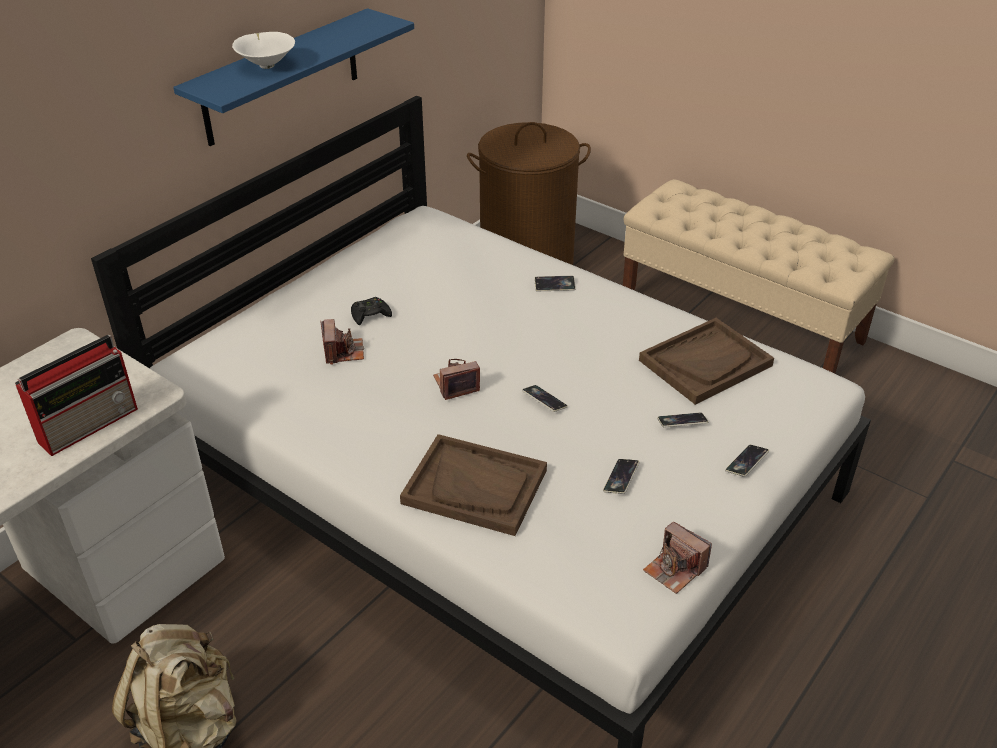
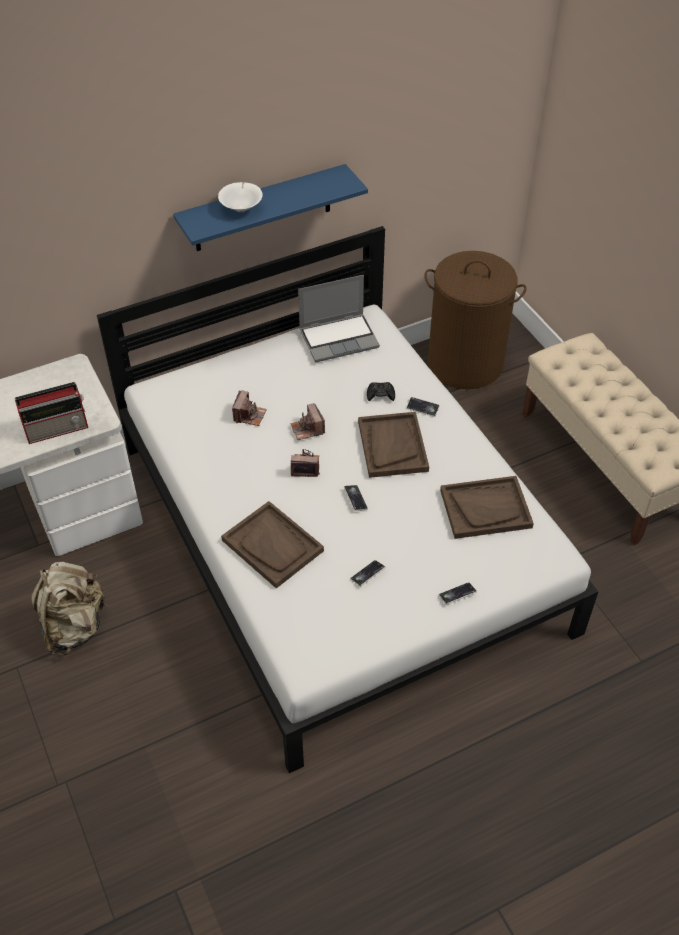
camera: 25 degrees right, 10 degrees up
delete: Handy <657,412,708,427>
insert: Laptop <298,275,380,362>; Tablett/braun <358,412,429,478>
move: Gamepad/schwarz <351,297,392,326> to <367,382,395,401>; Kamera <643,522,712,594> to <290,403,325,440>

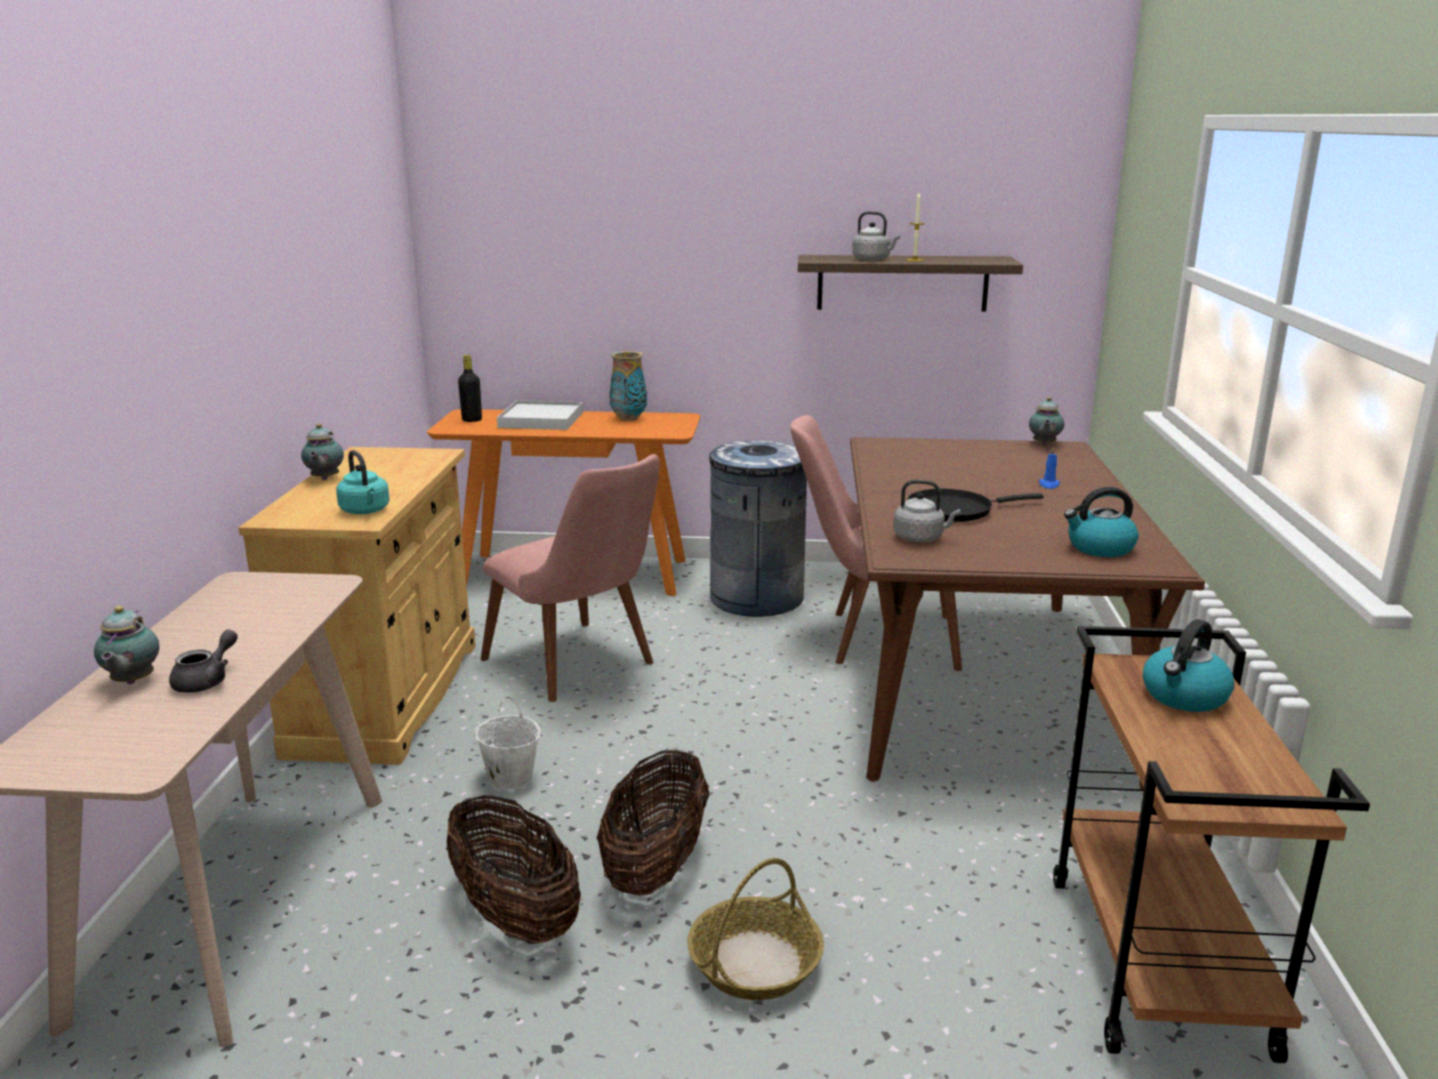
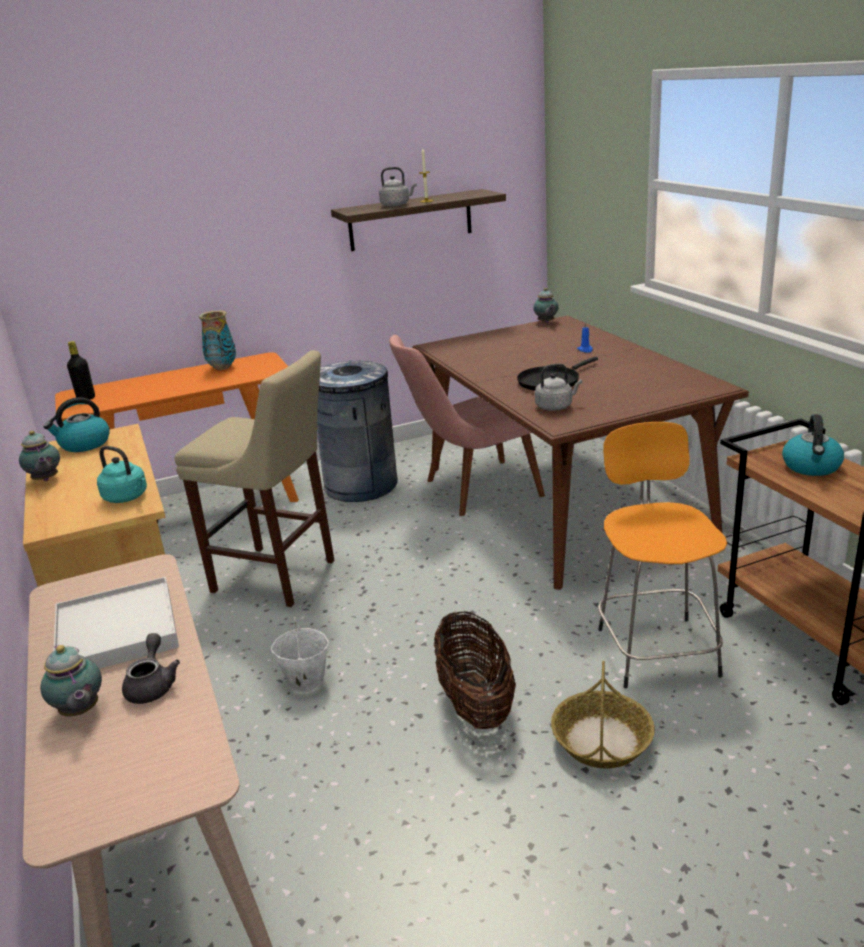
camera: 25 degrees left, 5 degrees up
delete: Korb <446,794,581,944>
insert: Hocker/orange <598,422,727,688>
move: Tablett/weiß <497,400,583,430> to <53,577,179,669>; Wasserkessel <1064,487,1139,557> to <44,397,110,452>
replace: Stuhl/rosa <480,454,660,702> to Hocker/beige <175,350,334,607>

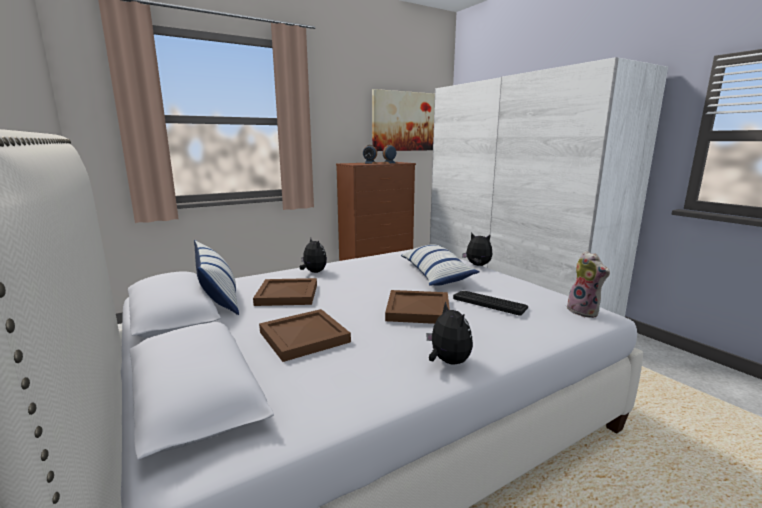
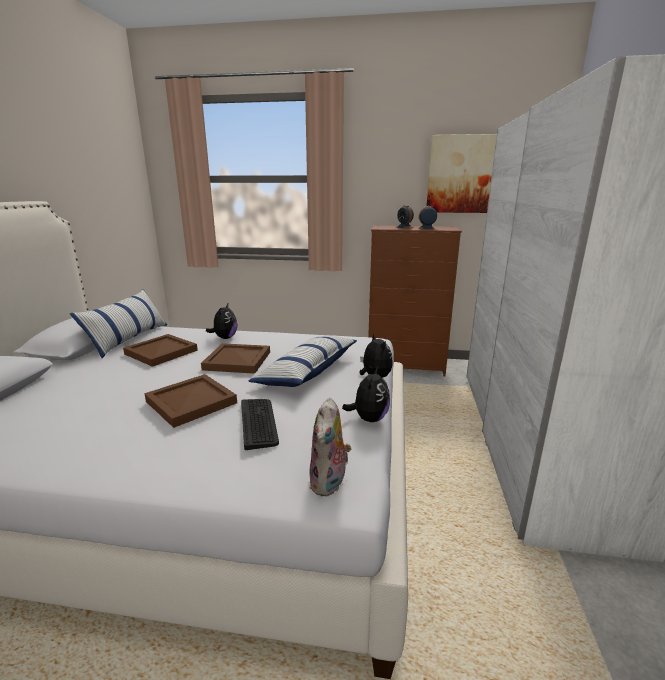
camera: 40 degrees right, 5 degrees up
move: Tablett/braun <259,309,351,362> to <201,343,270,374>; Plüschtier <426,301,473,365> to <342,367,390,422>

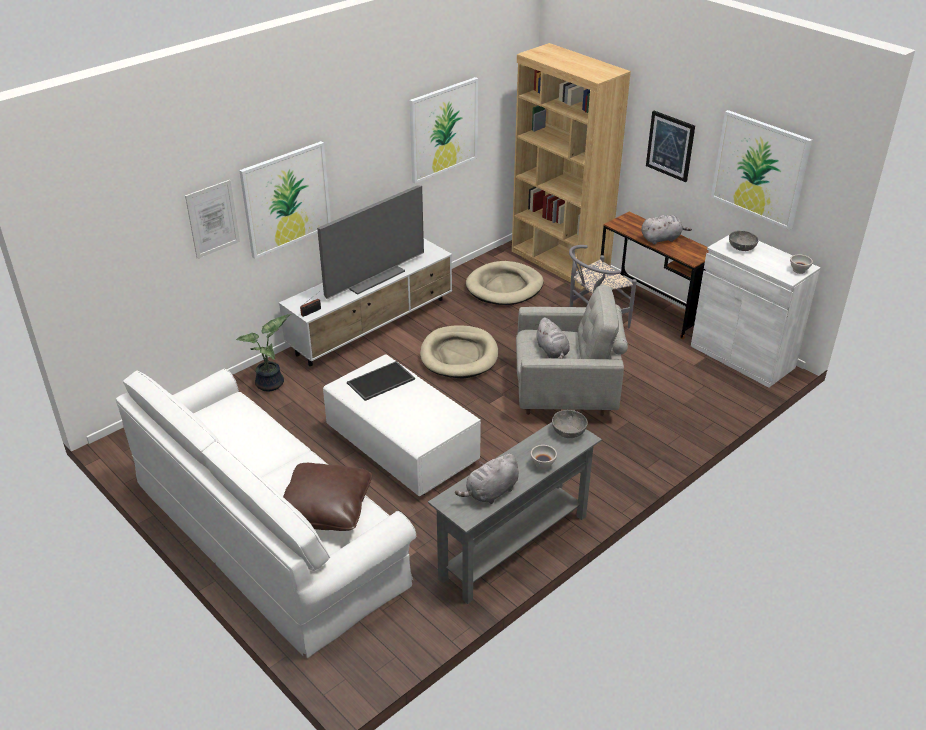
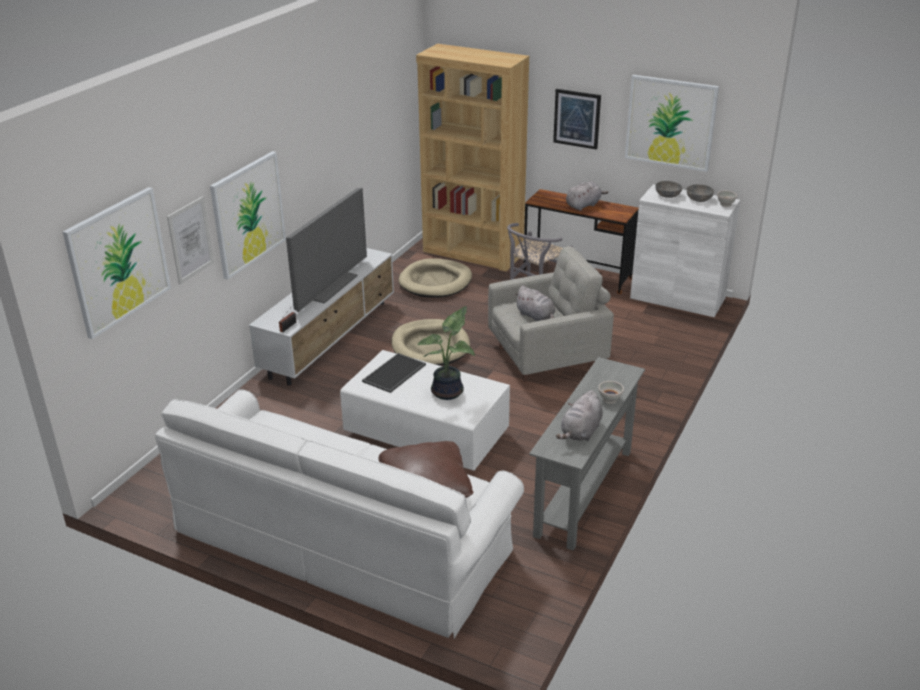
camera: 20 degrees left, 5 degrees down
move: Topfpflanze <236,314,291,392> to <418,306,475,400>; Bild <409,77,478,183> to <63,187,171,339>; Schüssel/grau <552,410,588,438> to <687,184,714,202>

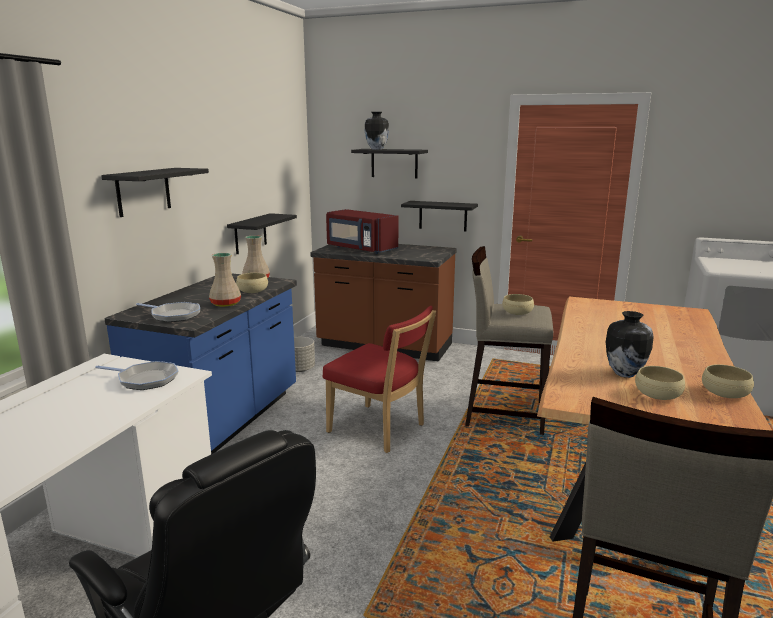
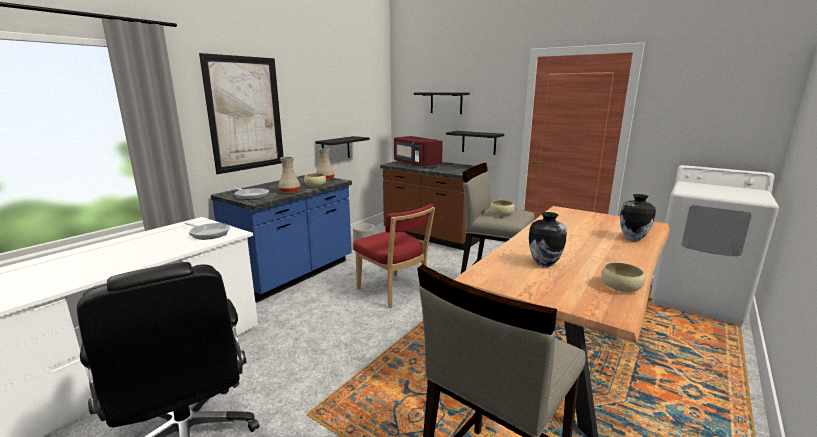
camera: 15 degrees right, 0 degrees up
delete: Schüssel/beige <635,366,685,400>
move: Vase <365,112,389,150> to <620,194,656,241>
replace: Wandregal/schwarz <101,168,209,217> to Bild <199,53,284,174>

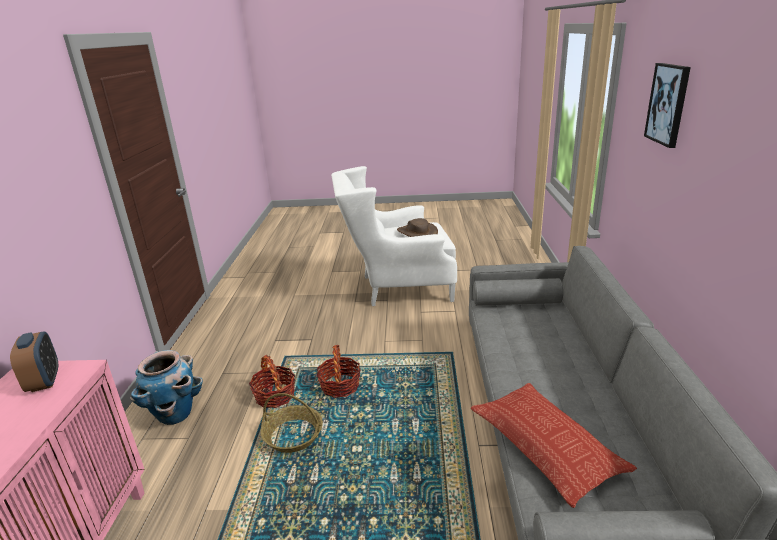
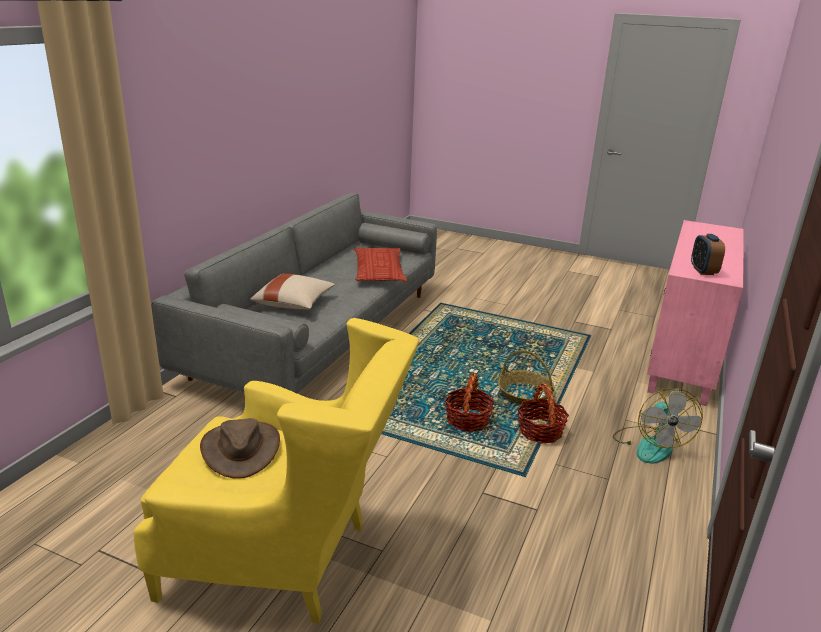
camera: 160 degrees left, 0 degrees up
delete: Bild <644,63,691,148>
insert: Kissen/beige <250,273,335,310>
replace: Pflanzkübel <130,350,203,425> to Ventilator <613,388,703,464>
recolor: Sessel/weiß <331,166,457,306> to Sessel/gelb <134,318,419,624>

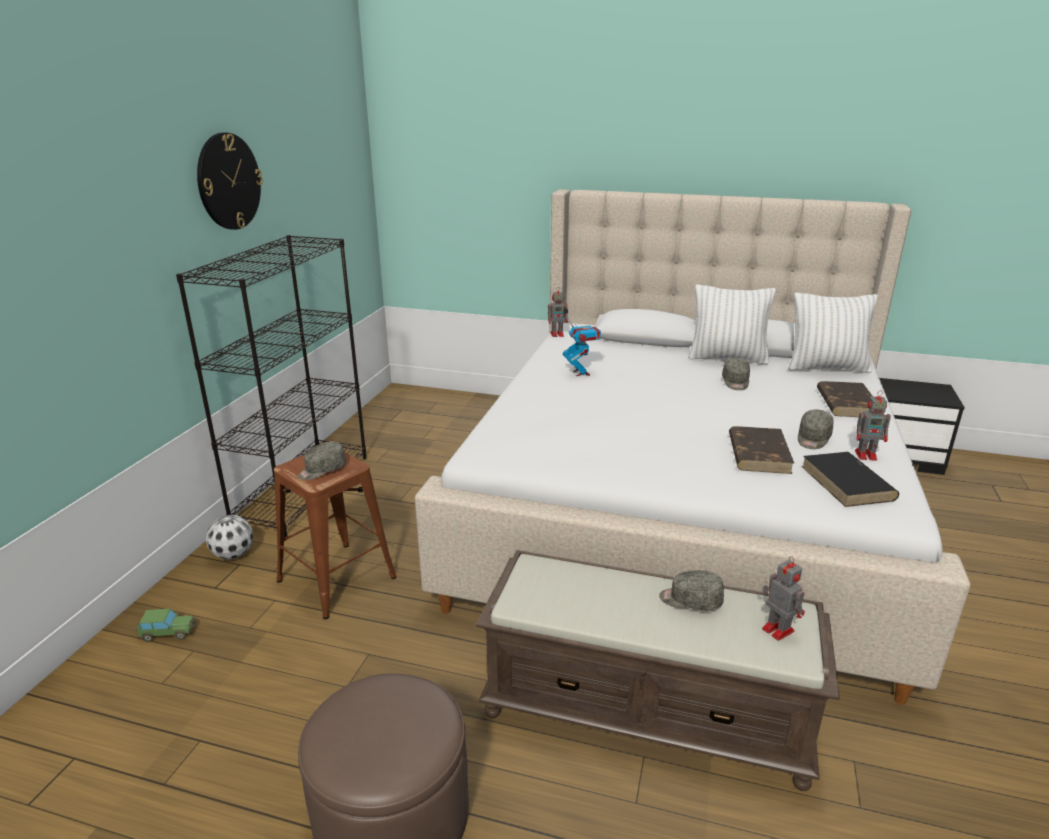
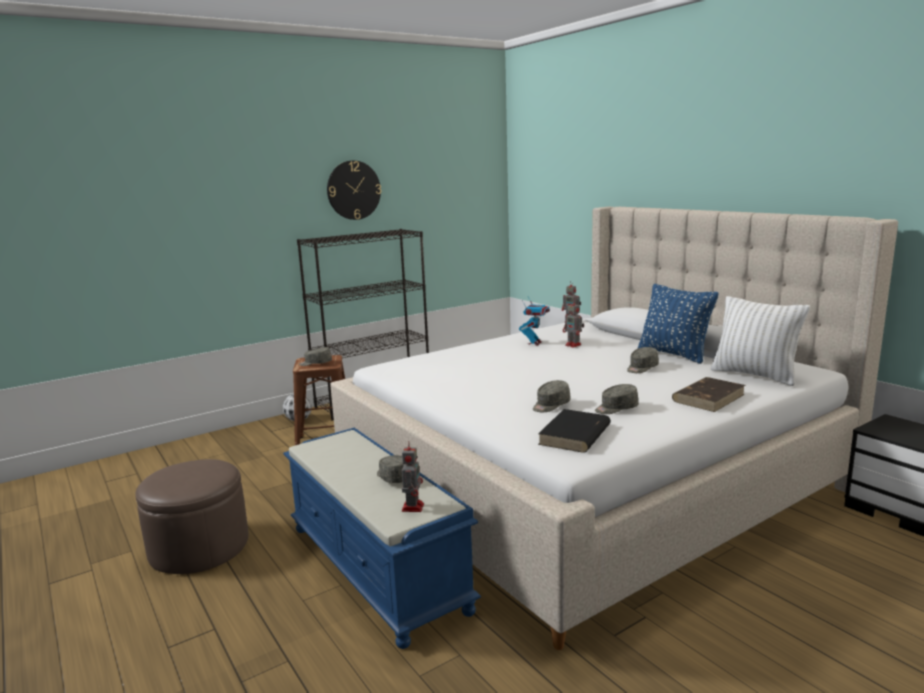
camera: 40 degrees right, 10 degrees down
delete: Spielzeugauto <136,609,196,642>
move: Spielzeugroboter <855,390,891,461> to <563,299,584,348>
replace: Buch/braun <729,426,794,474> to Kappe/grau <533,380,571,412>
recolor: Bank/braun <476,550,840,791> to Bank/blau <283,428,481,649>; Kissen/weiß <688,284,776,365> to Kissen/blau <638,284,718,364>

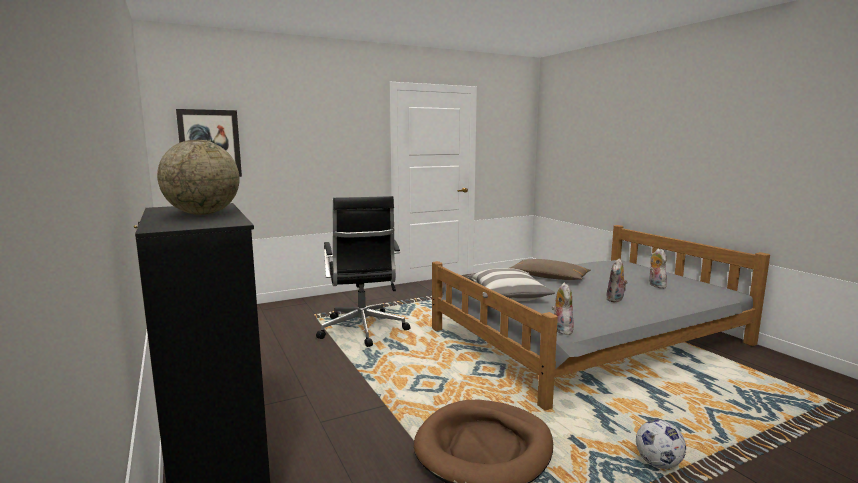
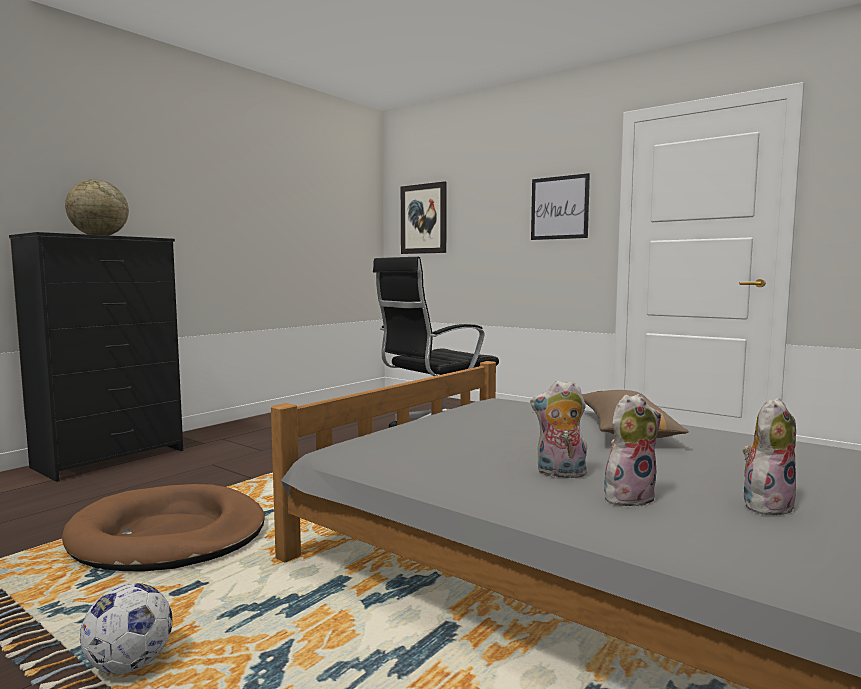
camera: 65 degrees right, 5 degrees down
delete: Kissen <467,268,555,302>
insert: Bild <531,173,590,240>
move: Plüschtier <552,282,574,335> to <604,394,661,506>

